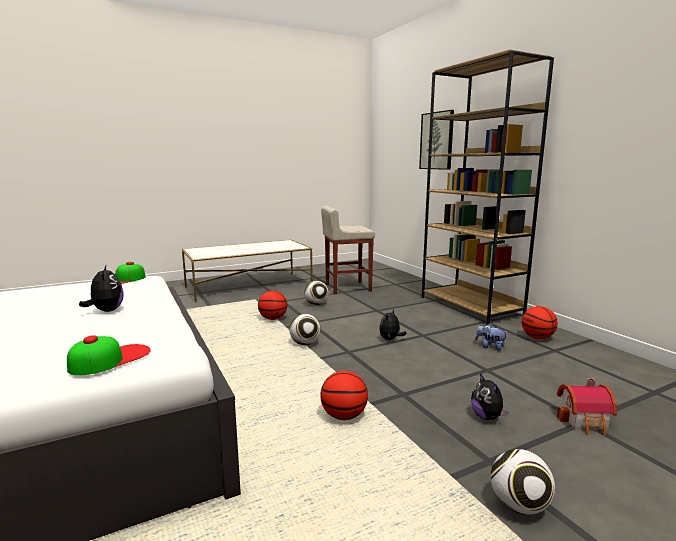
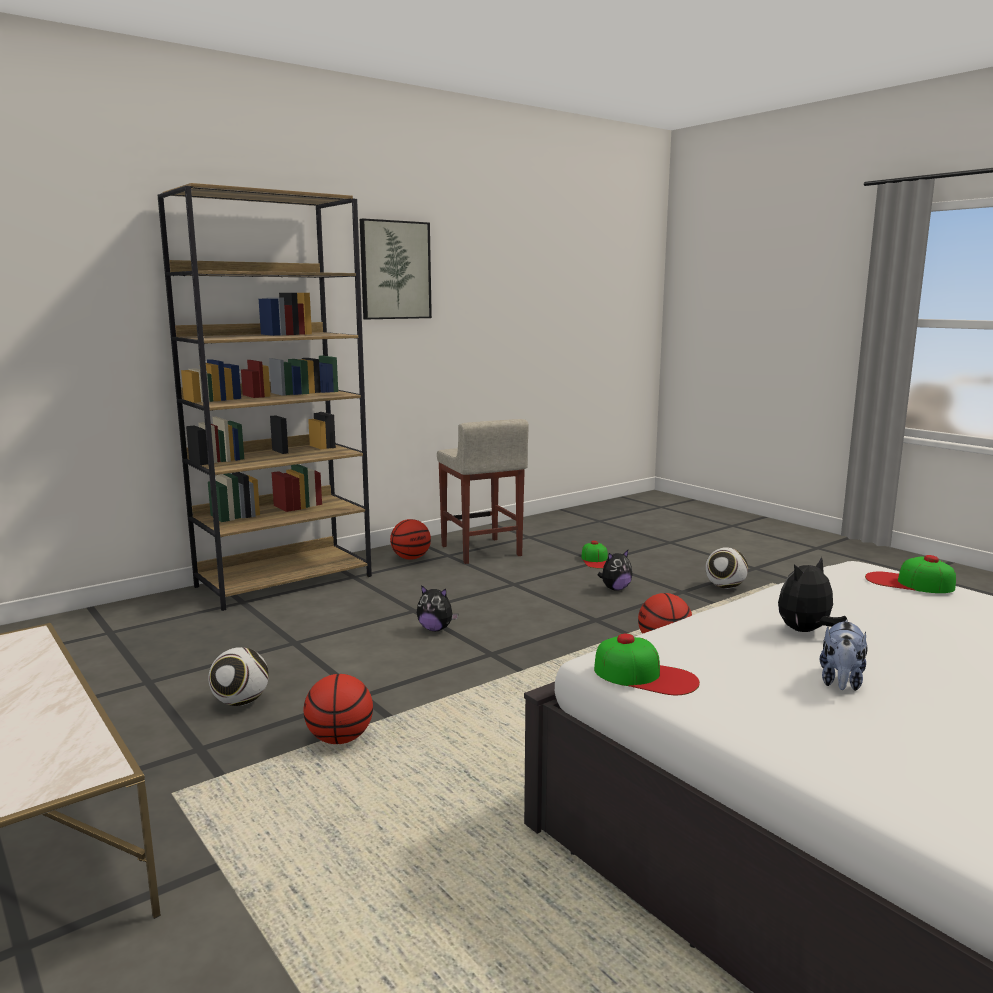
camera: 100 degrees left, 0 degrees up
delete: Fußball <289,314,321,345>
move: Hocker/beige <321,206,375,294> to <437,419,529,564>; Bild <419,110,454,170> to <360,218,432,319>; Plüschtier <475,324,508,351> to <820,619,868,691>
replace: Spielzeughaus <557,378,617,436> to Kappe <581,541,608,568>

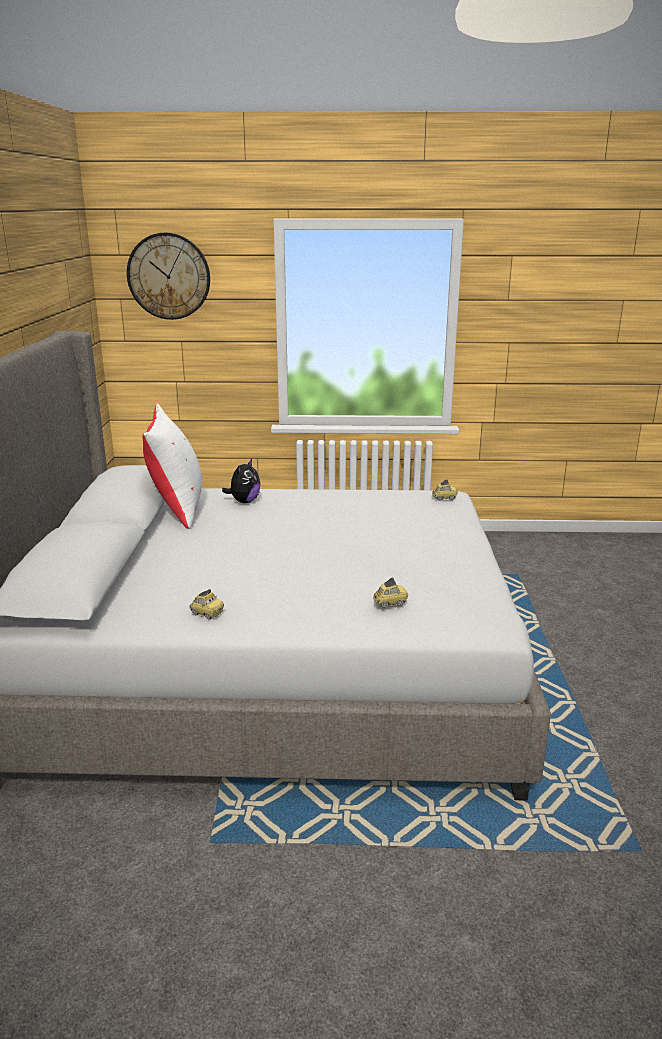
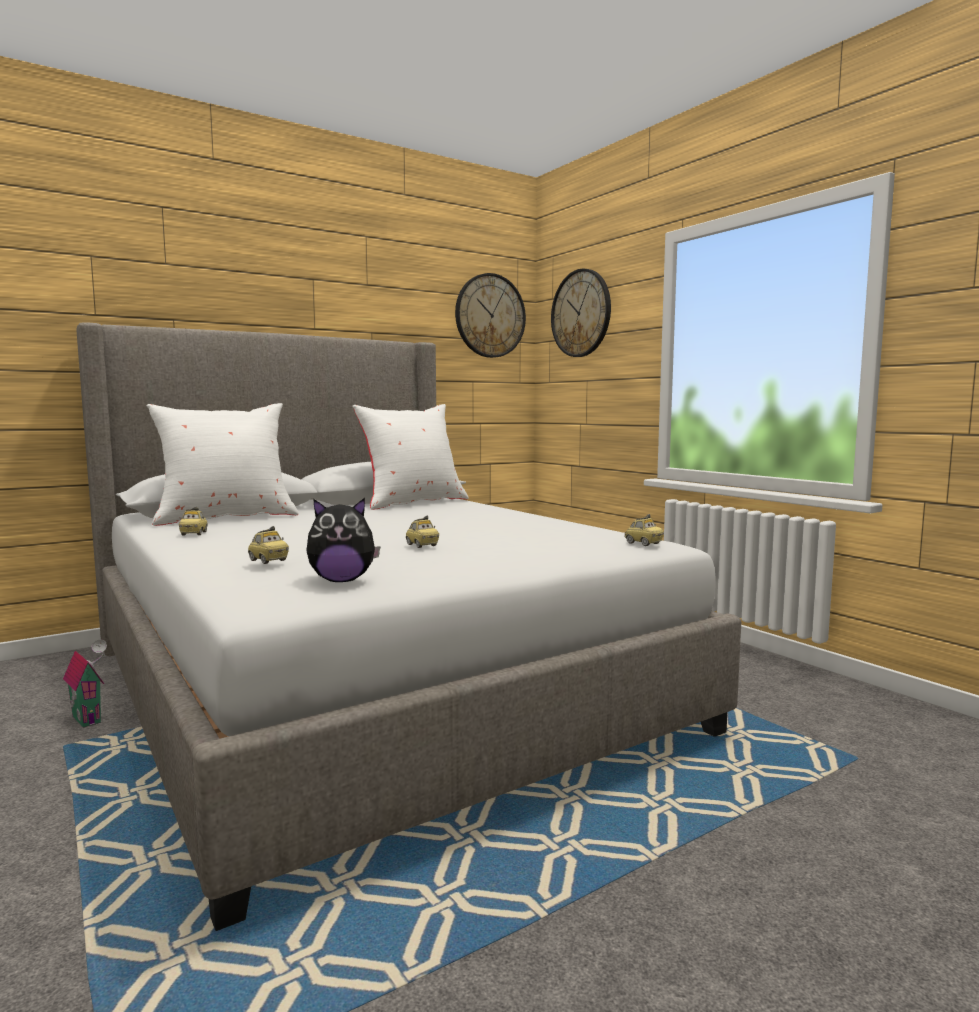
camera: 55 degrees right, 15 degrees down
insert: Spielzeughaus <63,639,107,728>; Kissen/weiß <146,403,299,526>; Spielzeugauto <406,516,439,548>; Wanduhr <455,273,526,358>
move: Plüschtier <222,459,260,503> to <306,498,380,582>

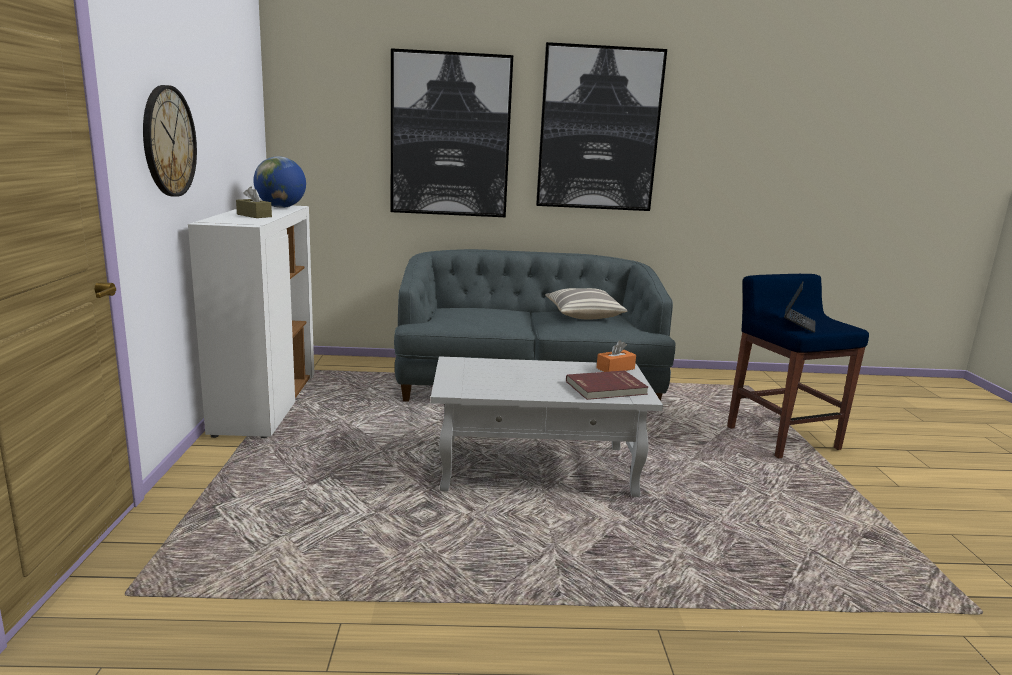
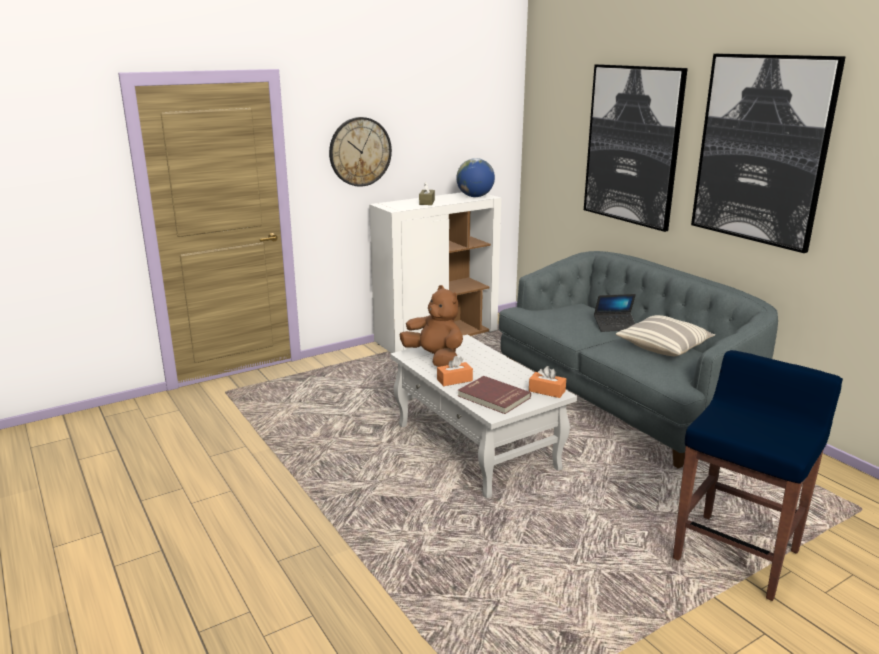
camera: 60 degrees right, 5 degrees up
insert: Plüschtier/braun <400,285,463,367>; Taschentuchbox/orange <437,356,473,386>
move: Laptop <784,282,816,333> to <594,294,636,332>

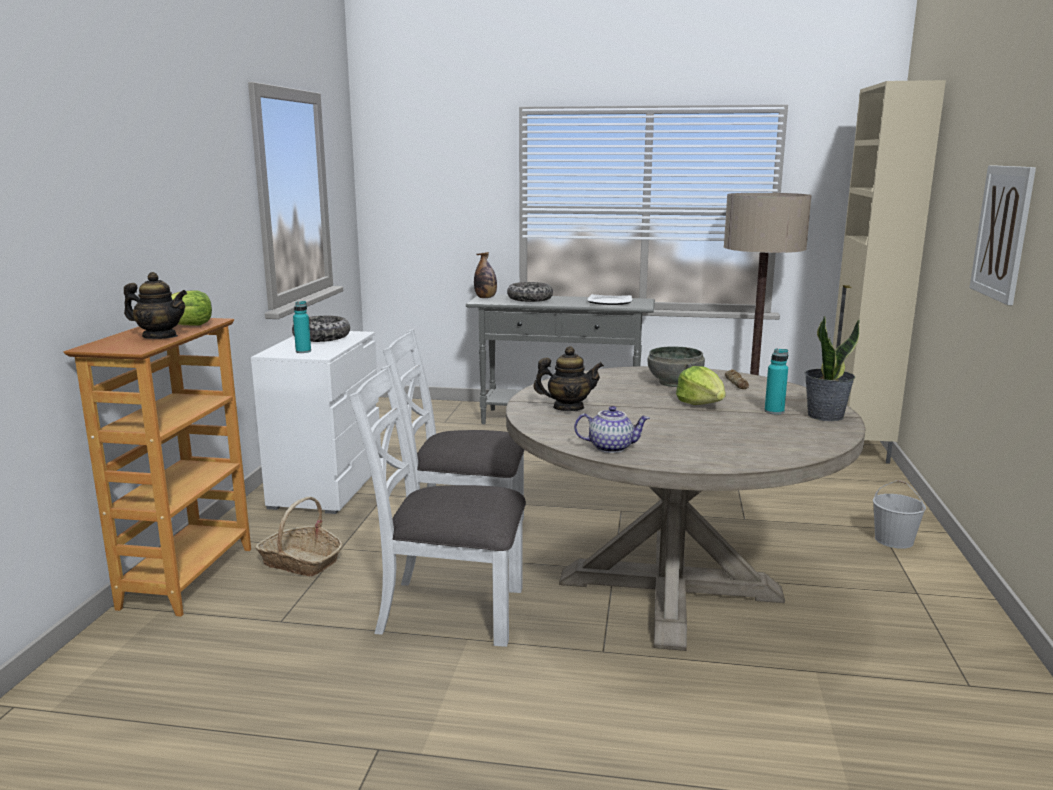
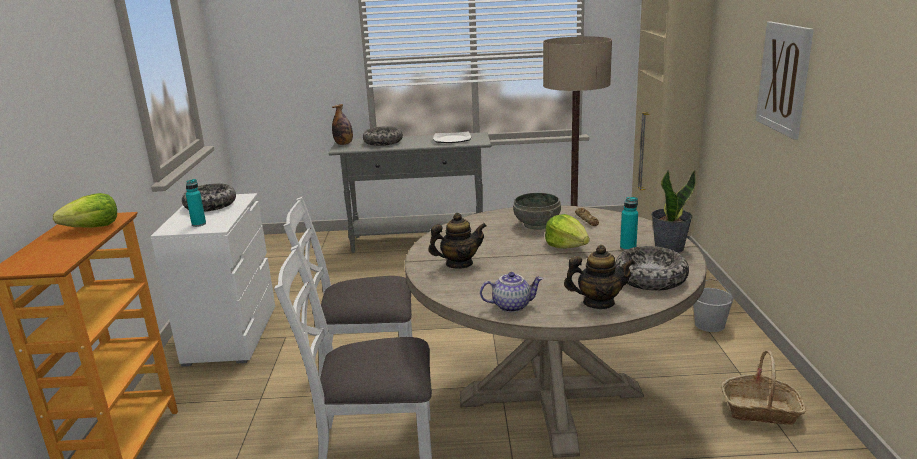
camera: 10 degrees left, 5 degrees up
insert: Schüssel <615,246,689,291>
move: Teekanne <124,272,187,339> to <564,245,635,309>; Korb <255,496,342,577> to <721,350,806,425>

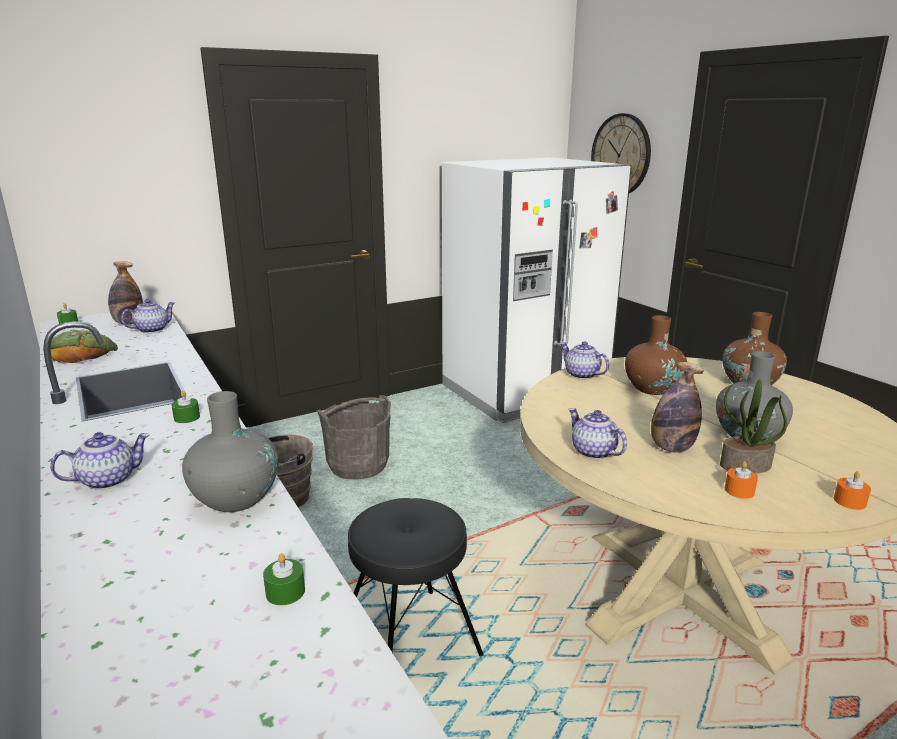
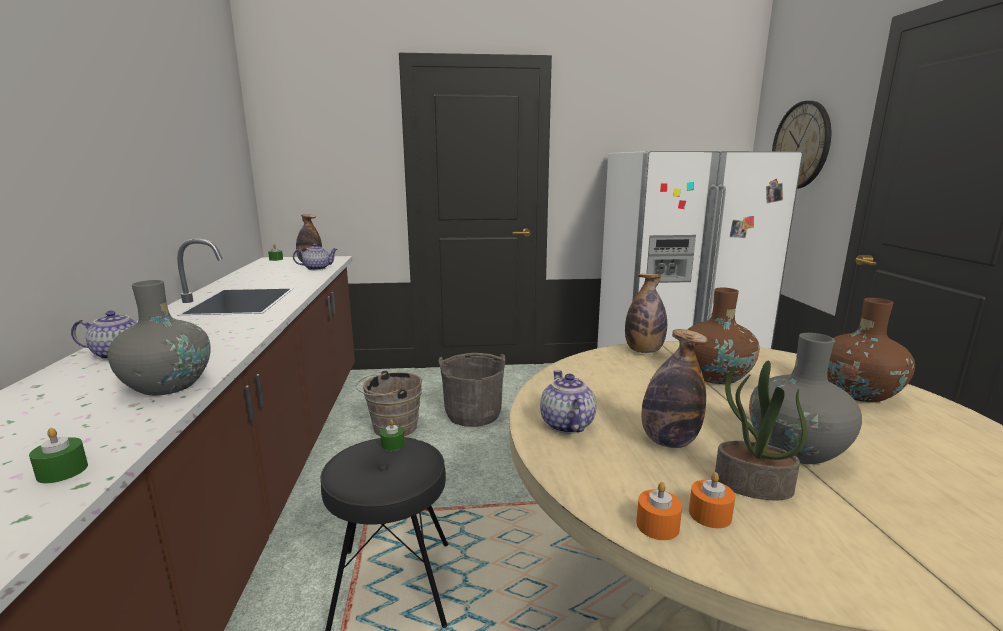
camera: 25 degrees right, 5 degrees down
delete: Brot <51,330,118,363>
move: Kerze/grün <172,391,200,423> to <380,420,405,451>; Kerze/orange <834,471,871,510> to <636,482,682,540>
replace: Teekanne <560,341,609,379> to Flasche <625,274,667,353>

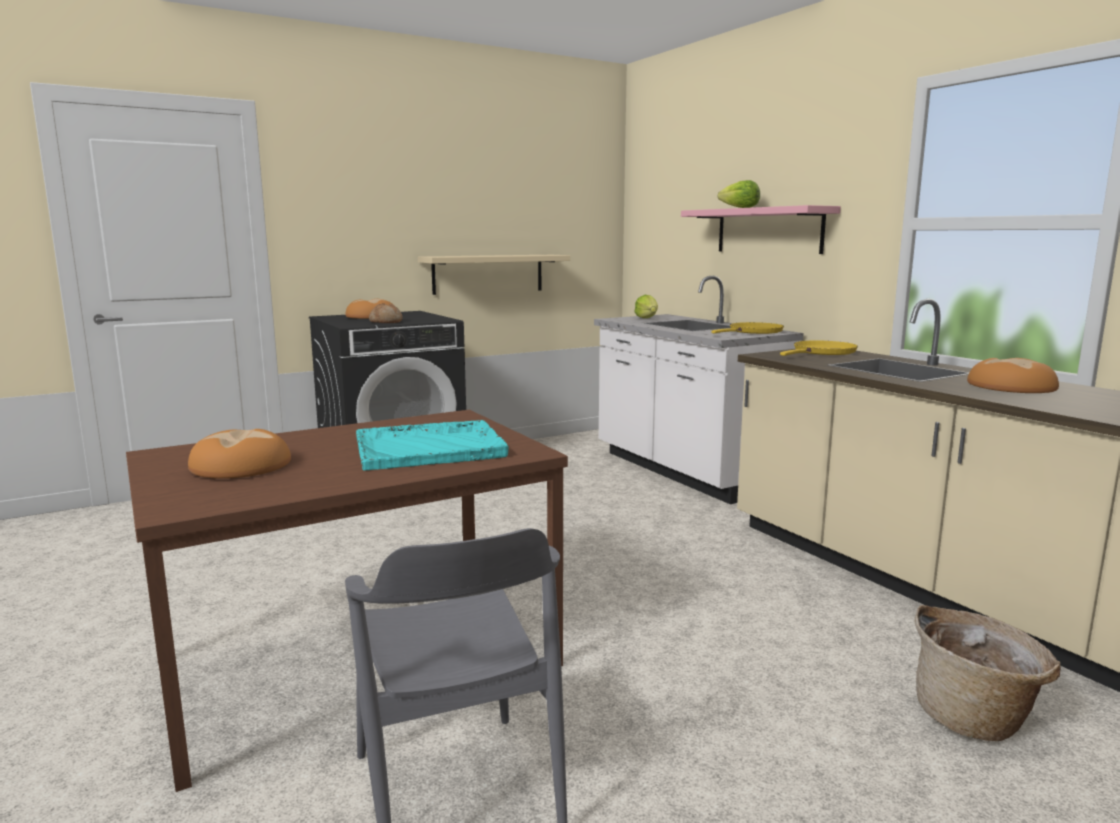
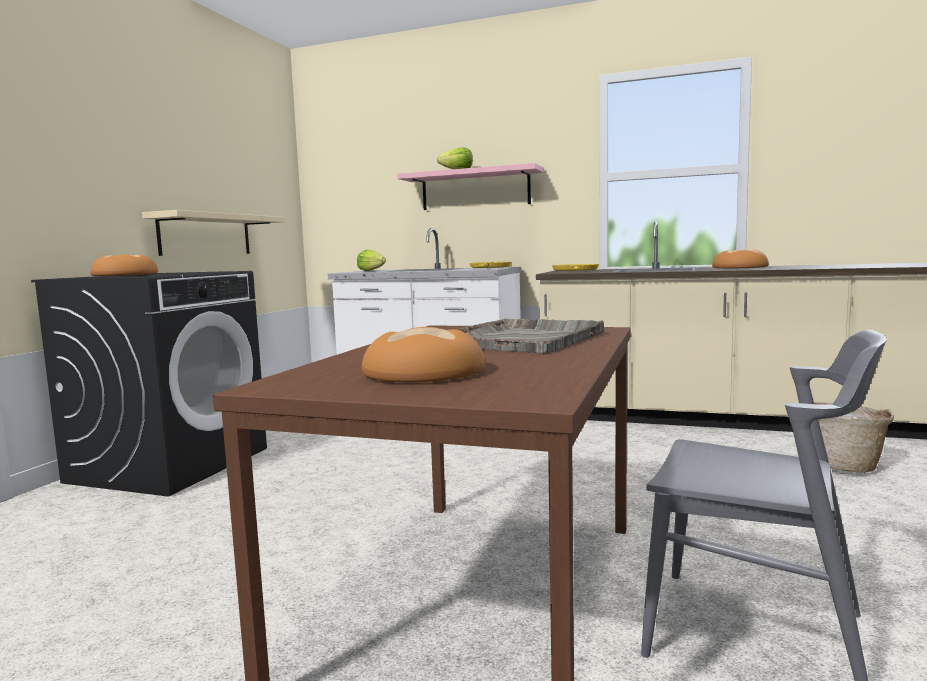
camera: 40 degrees left, 5 degrees down
delete: Brot <369,303,403,323>
recolor: Tablett/türkis <356,420,509,470> to Tablett/grau <456,319,604,354>

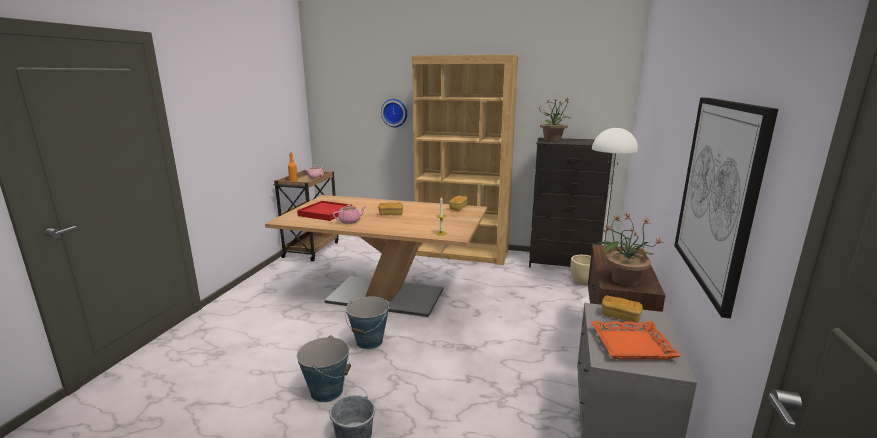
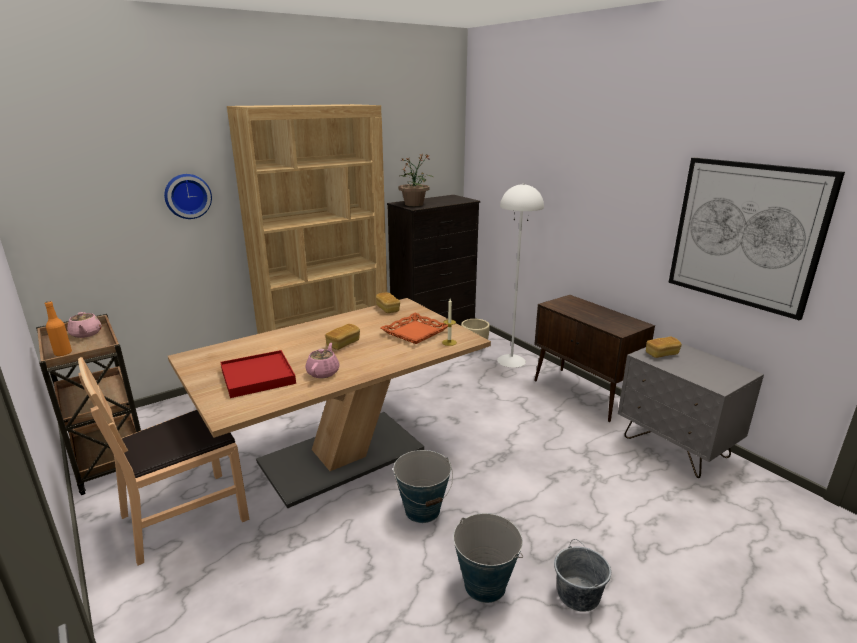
camera: 50 degrees left, 5 degrees up
delete: Topfpflanze <599,213,664,286>
insert: Stuhl/braun <78,357,249,566>
move: Tablett/orange <590,321,681,359> to <380,313,448,344>

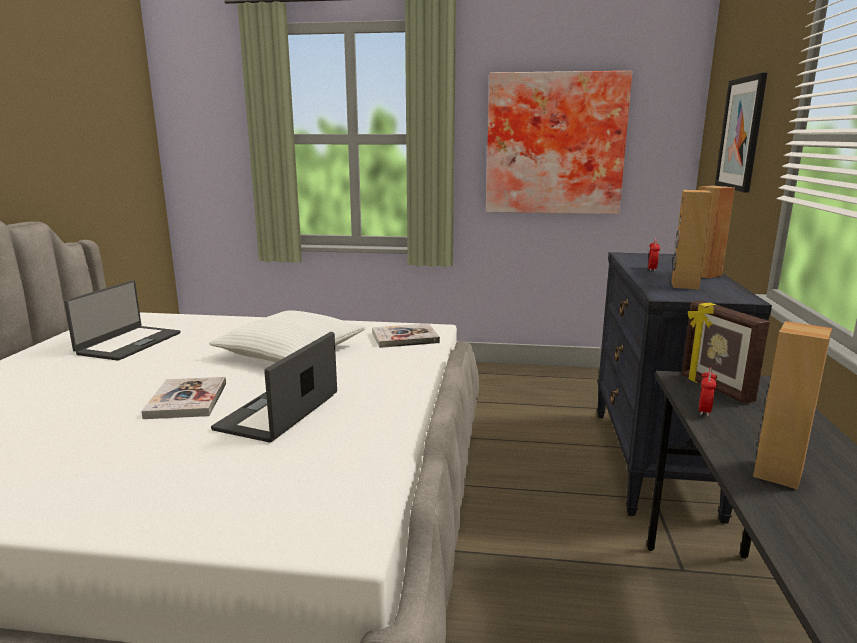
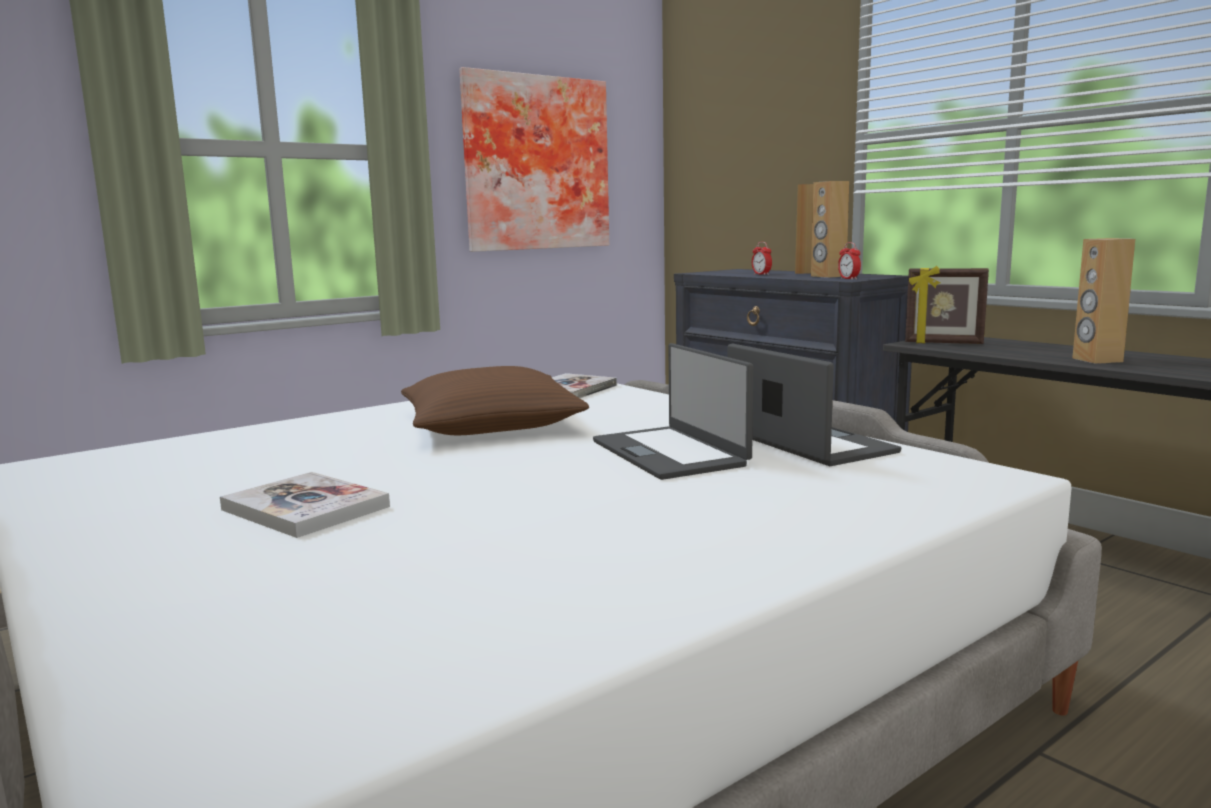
camera: 45 degrees left, 5 degrees down
delete: Bild <715,73,767,193>
move: Laptop <64,280,181,361> to <727,343,902,466>; Buch <141,377,226,419> to <220,472,390,538>; Wecker <699,367,717,416> to <838,242,861,280>
recolor: Kissen/weiß <209,310,366,362> to Kissen/braun <401,366,589,435>

